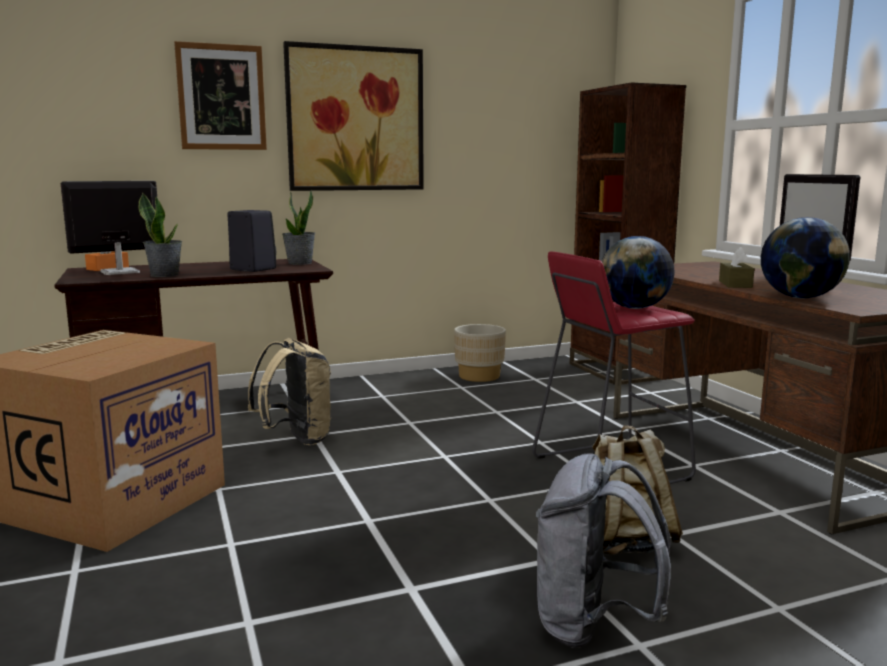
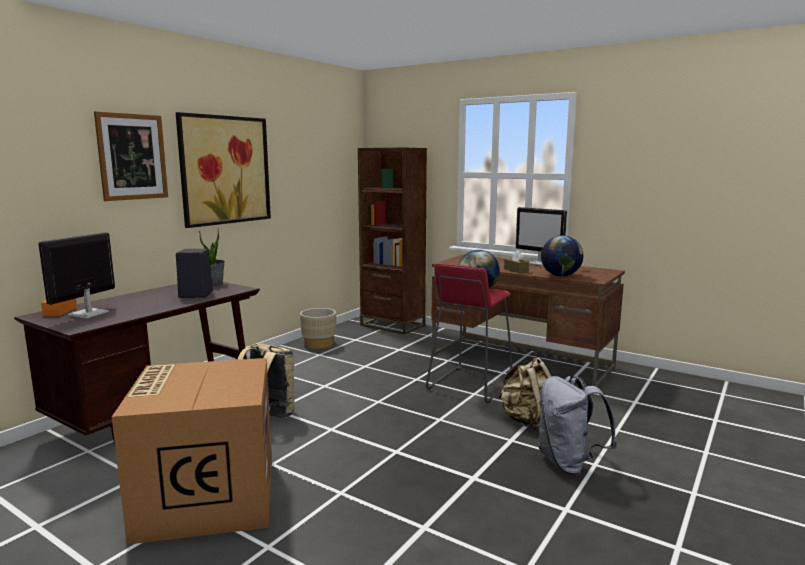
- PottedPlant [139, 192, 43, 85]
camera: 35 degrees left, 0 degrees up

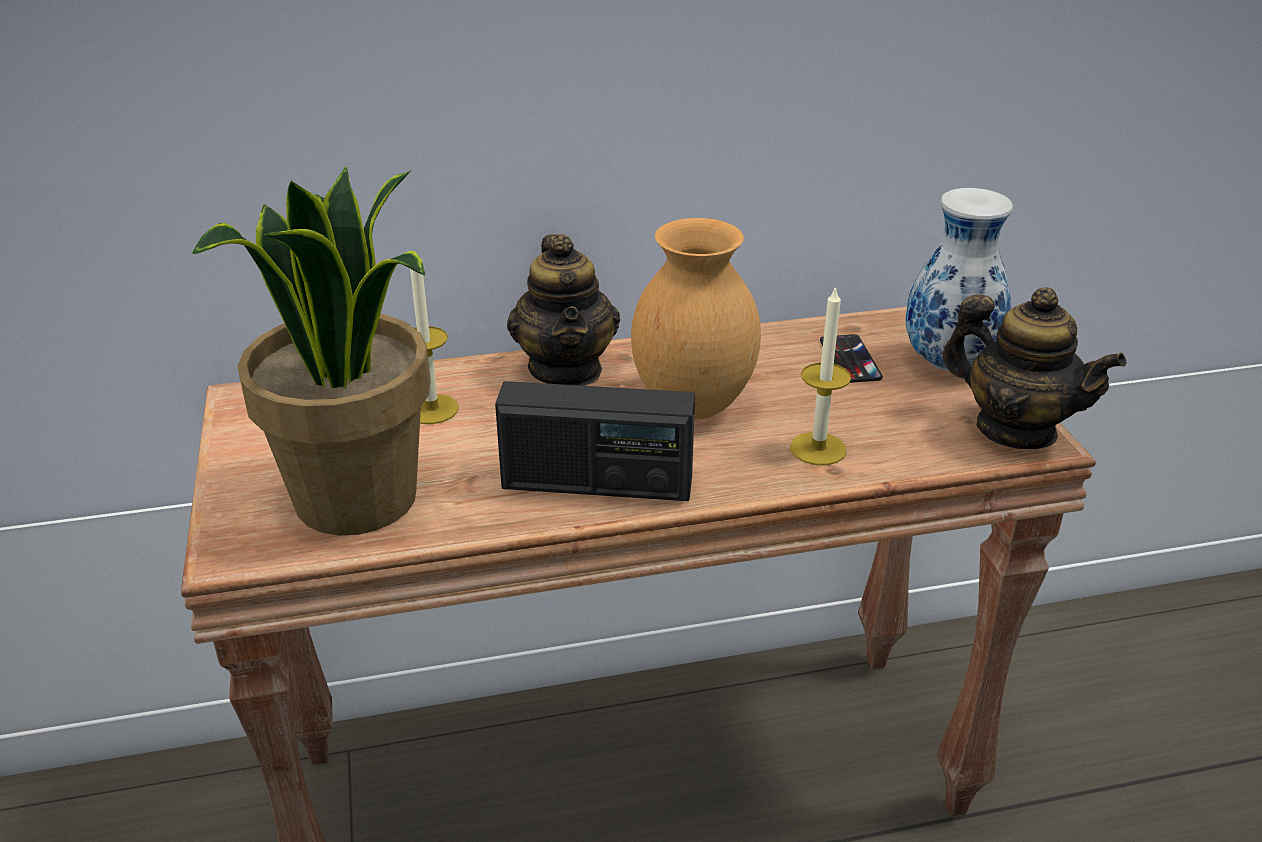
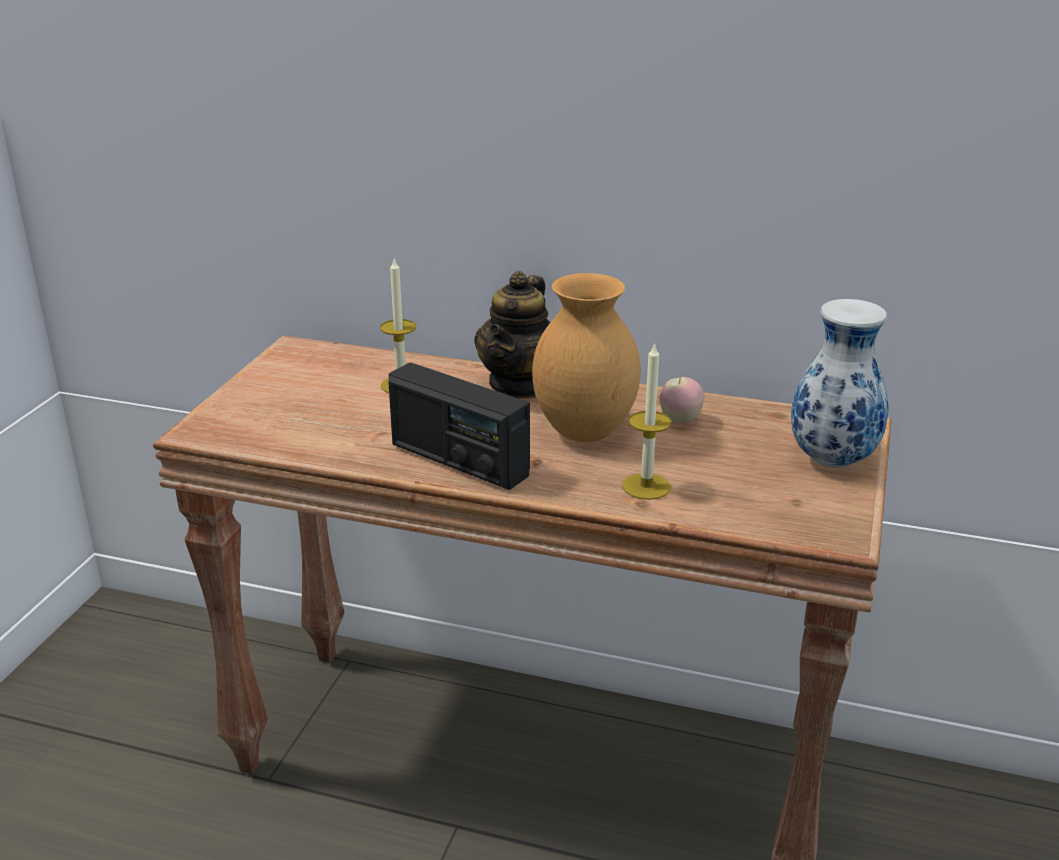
- PottedPlant [192, 167, 239, 369]
- Phone [820, 334, 63, 49]
- Teapot [942, 287, 185, 162]
+ Apple [659, 375, 45, 49]
camera: 30 degrees right, 5 degrees down

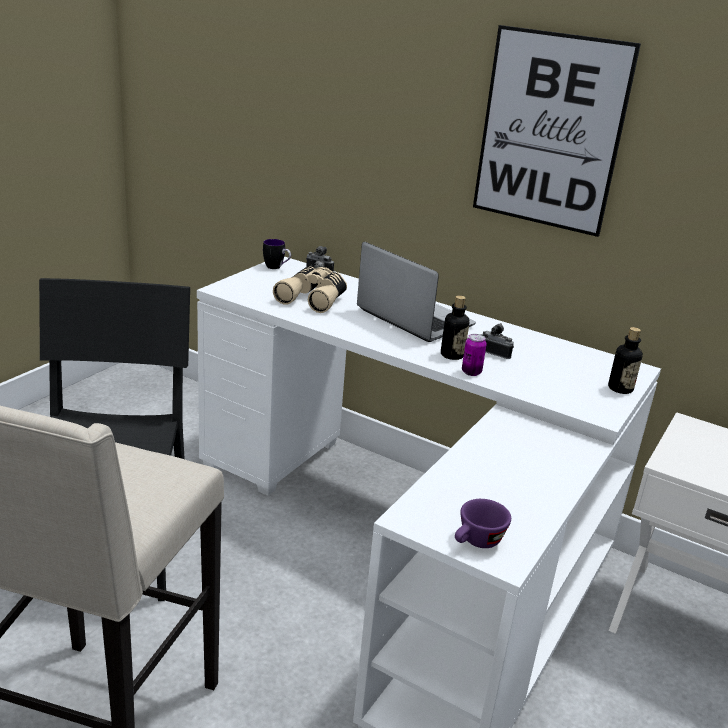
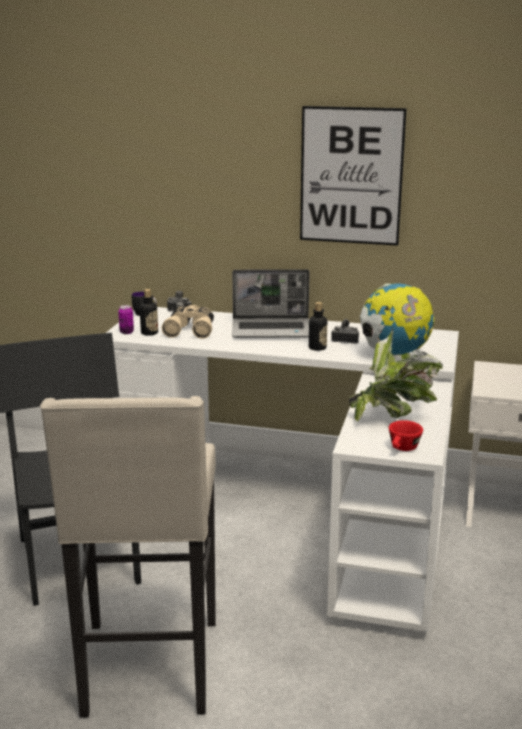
~ Laptop [357, 242, 119, 100] = [232, 269, 78, 69] 150 degrees clockwise
~ PurpleCup [455, 499, 56, 49] to RedCup [389, 420, 34, 31]
~ Can [462, 334, 25, 42] to [118, 305, 16, 29]
~ Bottle [608, 327, 35, 67] to [140, 289, 18, 46]
+ PottedPlant [349, 327, 94, 95]
+ Globe [360, 283, 74, 73]
camera: 15 degrees left, 5 degrees down

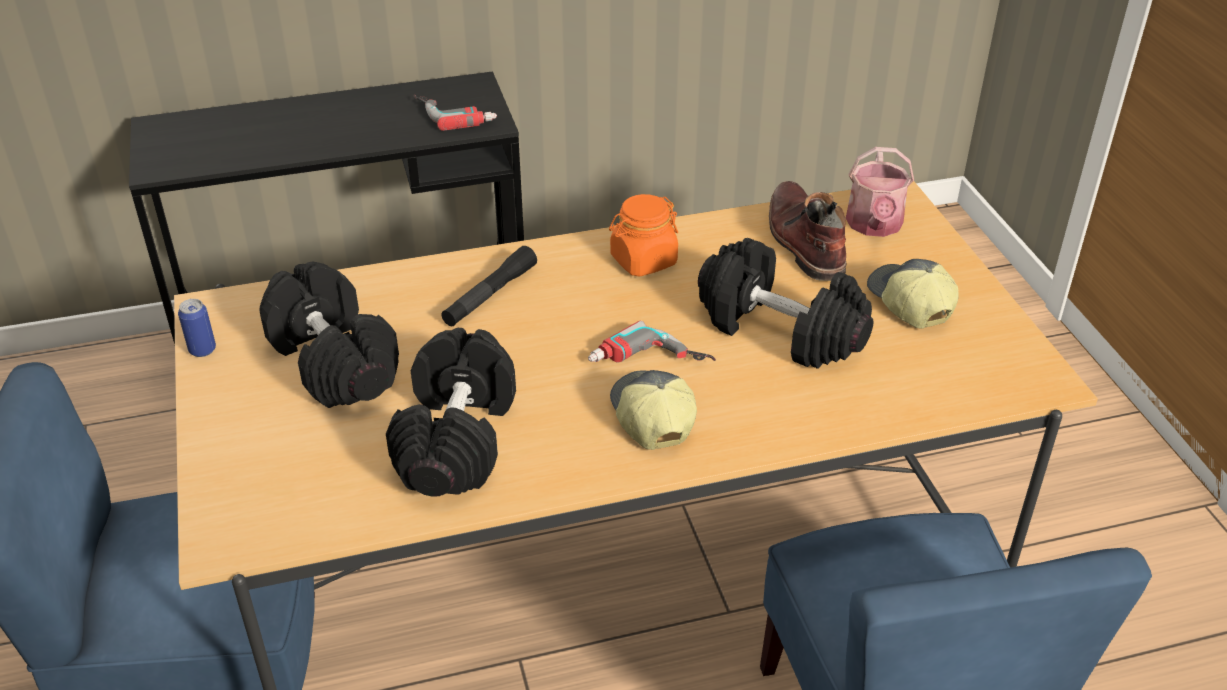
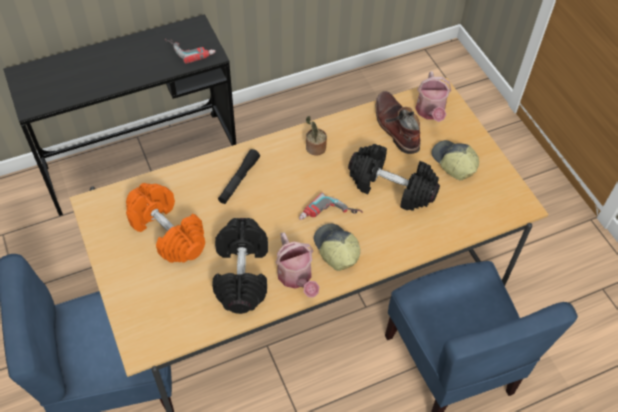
- Can [178, 299, 38, 58]
~ BlackDumbbell [259, 261, 140, 147] to OrangeDumbbell [126, 183, 79, 80]
~ OrangeJar [609, 194, 69, 83] to PottedPlant [306, 116, 21, 40]
+ WateringCan [276, 232, 44, 66]
camera: 10 degrees left, 15 degrees up

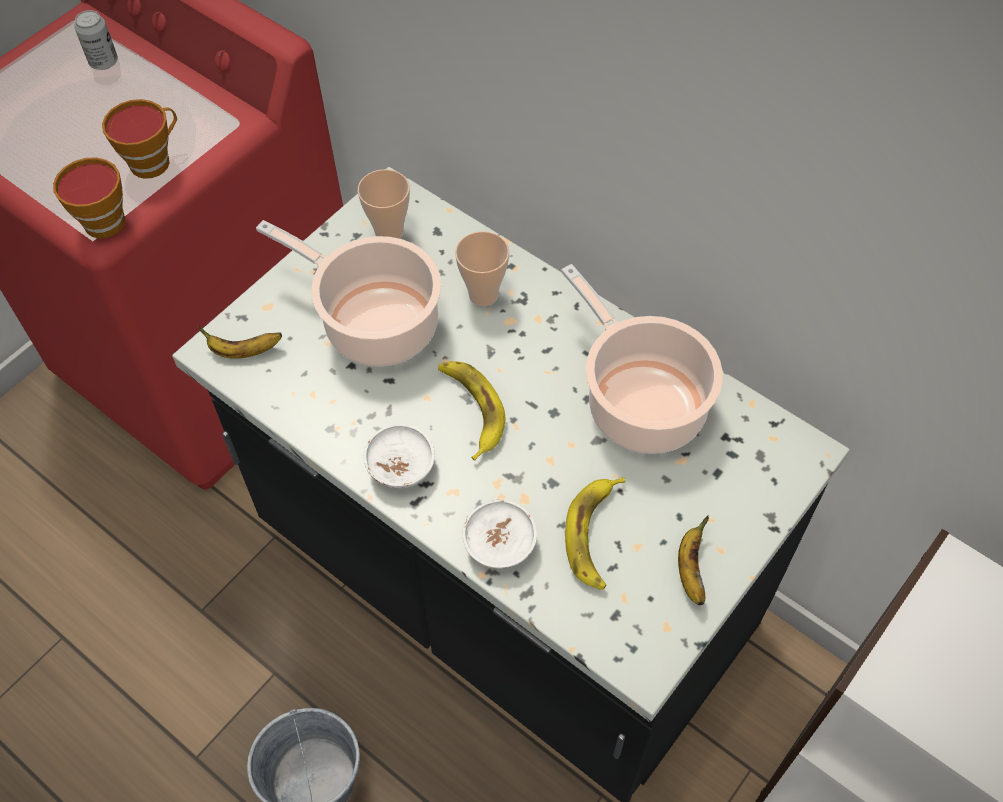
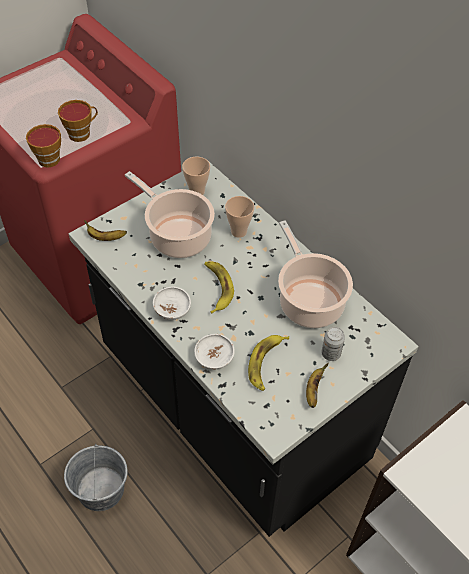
~ Can [74, 10, 44, 60] to [321, 327, 24, 34]
camera: 10 degrees right, 5 degrees down

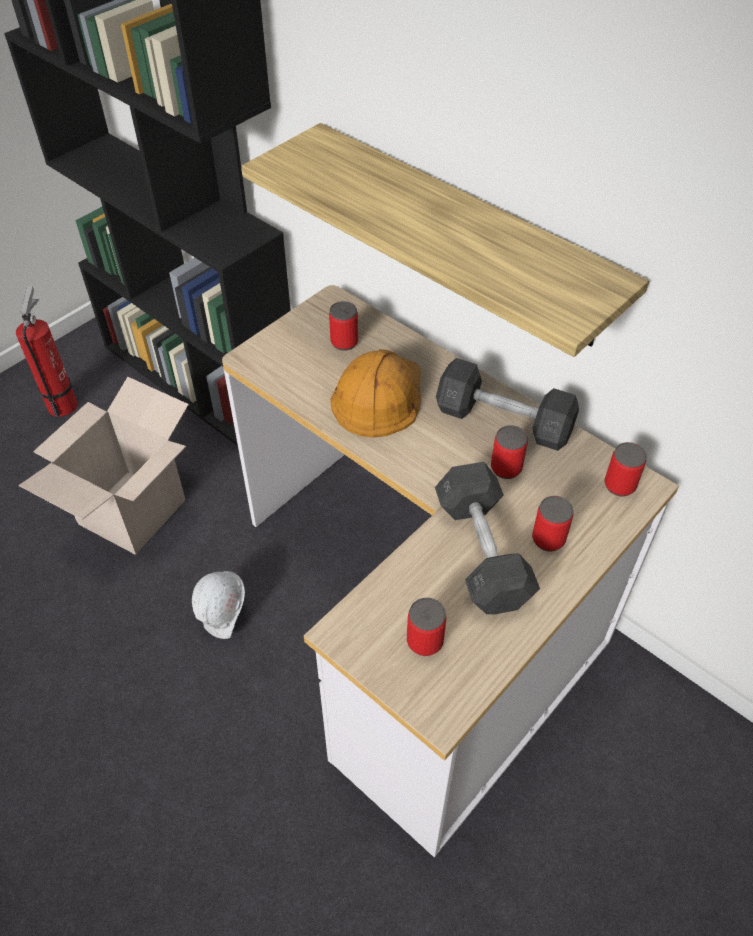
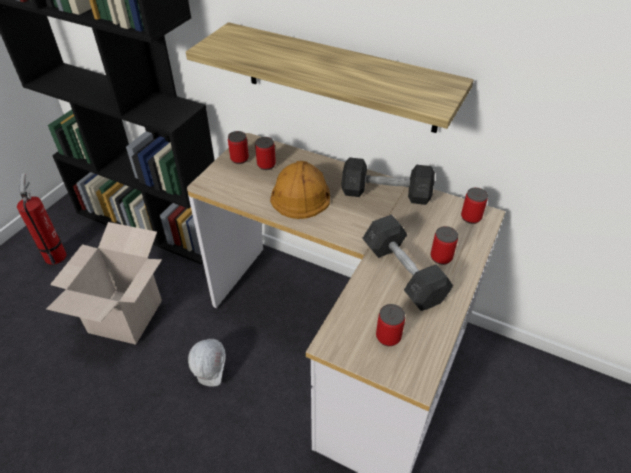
~ Can [491, 425, 37, 54] to [228, 131, 21, 33]
camera: 15 degrees left, 5 degrees down

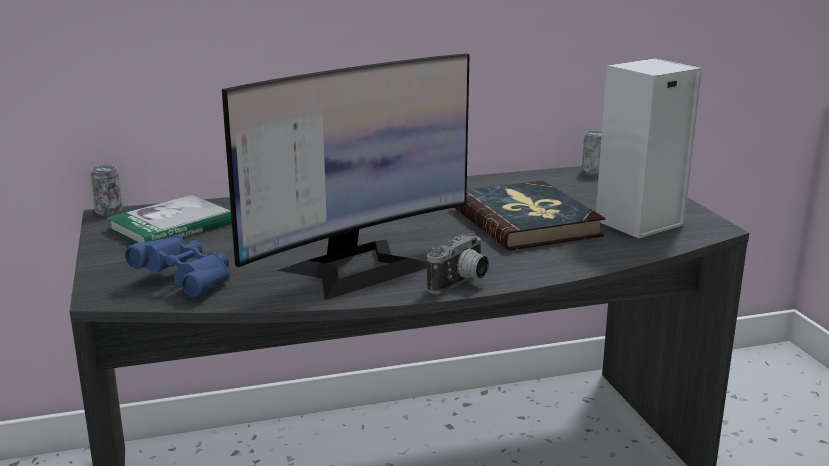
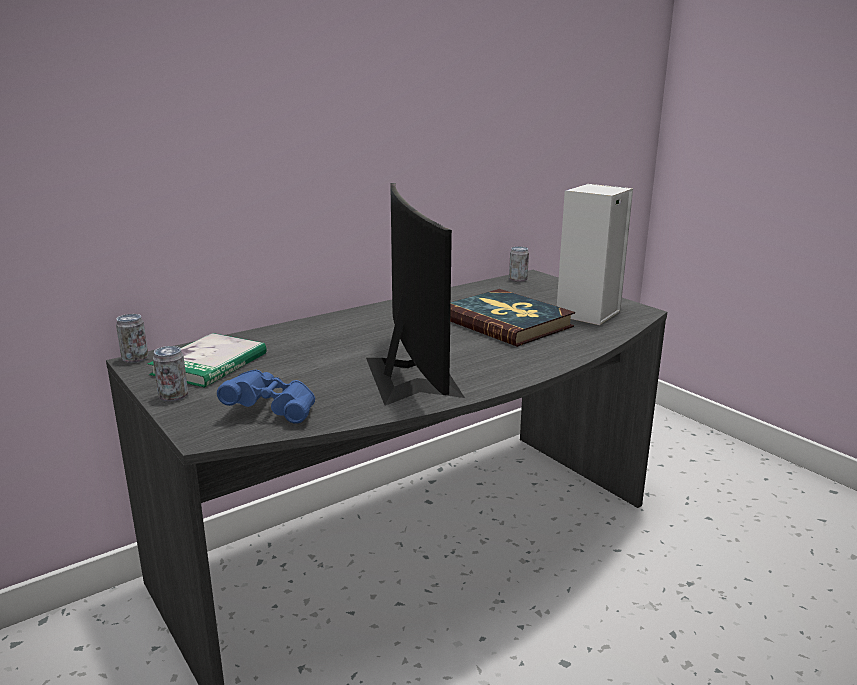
~ Monitor [222, 53, 248, 247] = [366, 183, 99, 223] 45 degrees counterclockwise
- PhotoCamera [427, 231, 62, 63]
+ Can [153, 346, 35, 56]
camera: 20 degrees left, 0 degrees up

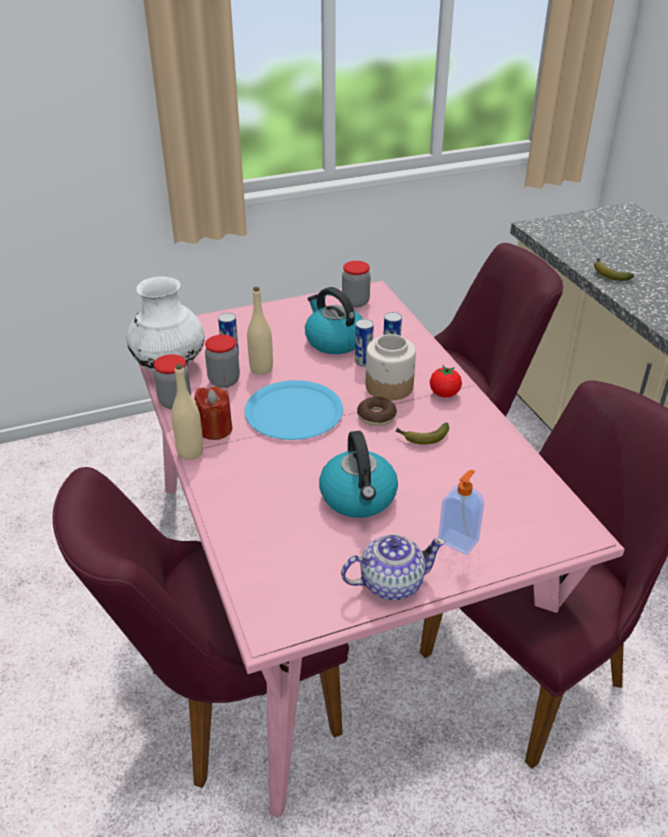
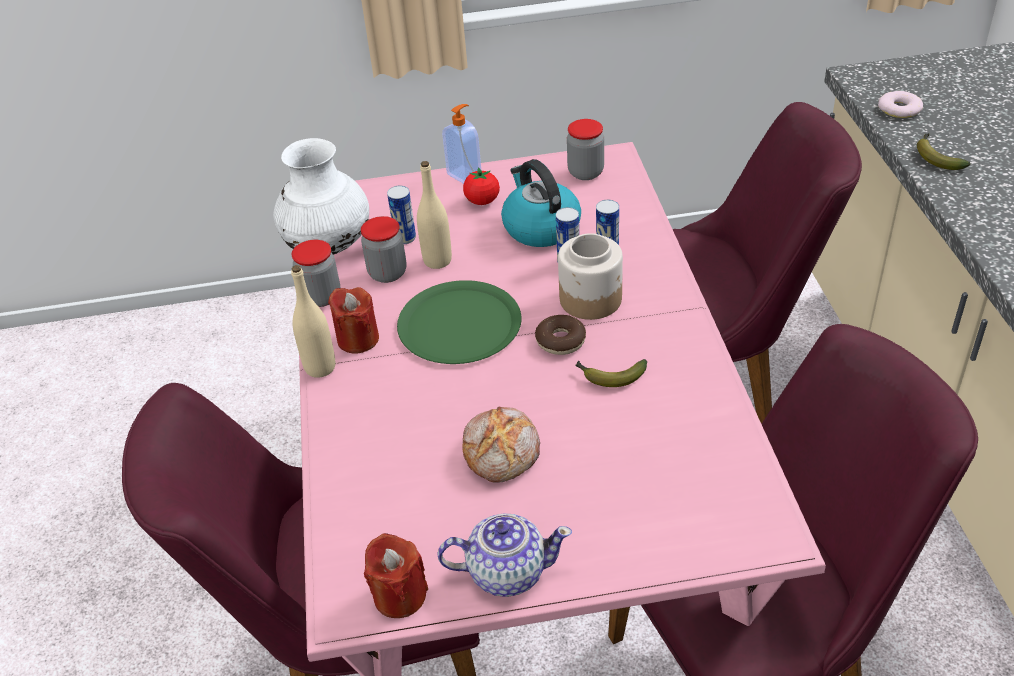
~ BluePlate [245, 380, 98, 60] to GreenPlate [397, 280, 125, 84]
~ Kettle [319, 431, 79, 87] to Bread [462, 406, 78, 77]
~ Tomato [430, 365, 32, 33] to [463, 167, 37, 38]
~ SoapDispenser [438, 470, 46, 85] to [442, 104, 40, 80]
+ RedCandle [364, 533, 64, 85]
+ Donut [878, 91, 45, 27]
camera: 15 degrees right, 5 degrees up

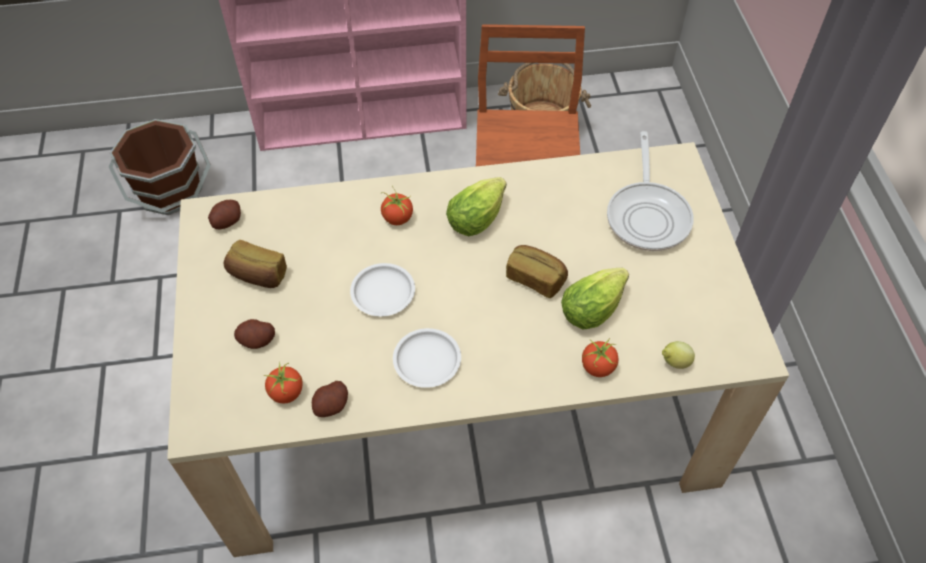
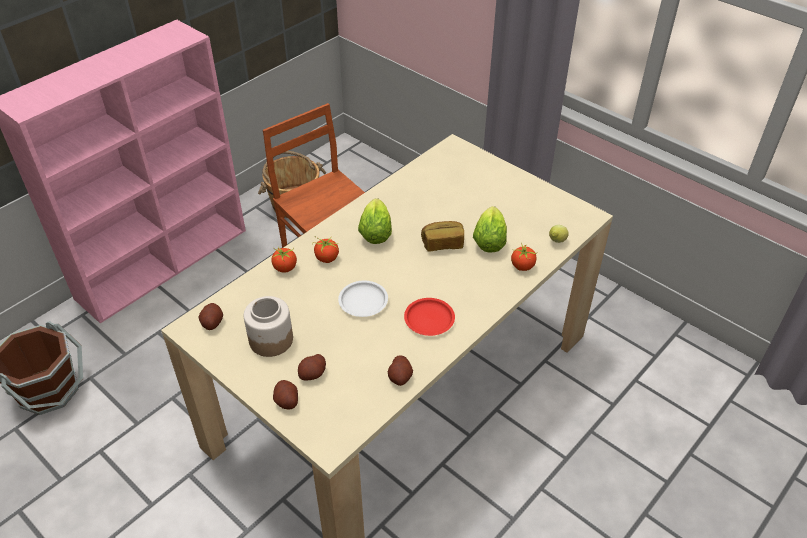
~ Bread [224, 240, 63, 48] to Jar [244, 296, 49, 61]
~ Tomato [264, 362, 39, 41] to [271, 248, 26, 25]
~ WhitePlate [393, 328, 68, 60] to RedPlate [404, 298, 51, 38]
- FryingPan [607, 131, 87, 120]
+ Potato [273, 380, 25, 30]
camera: 40 degrees left, 10 degrees down

